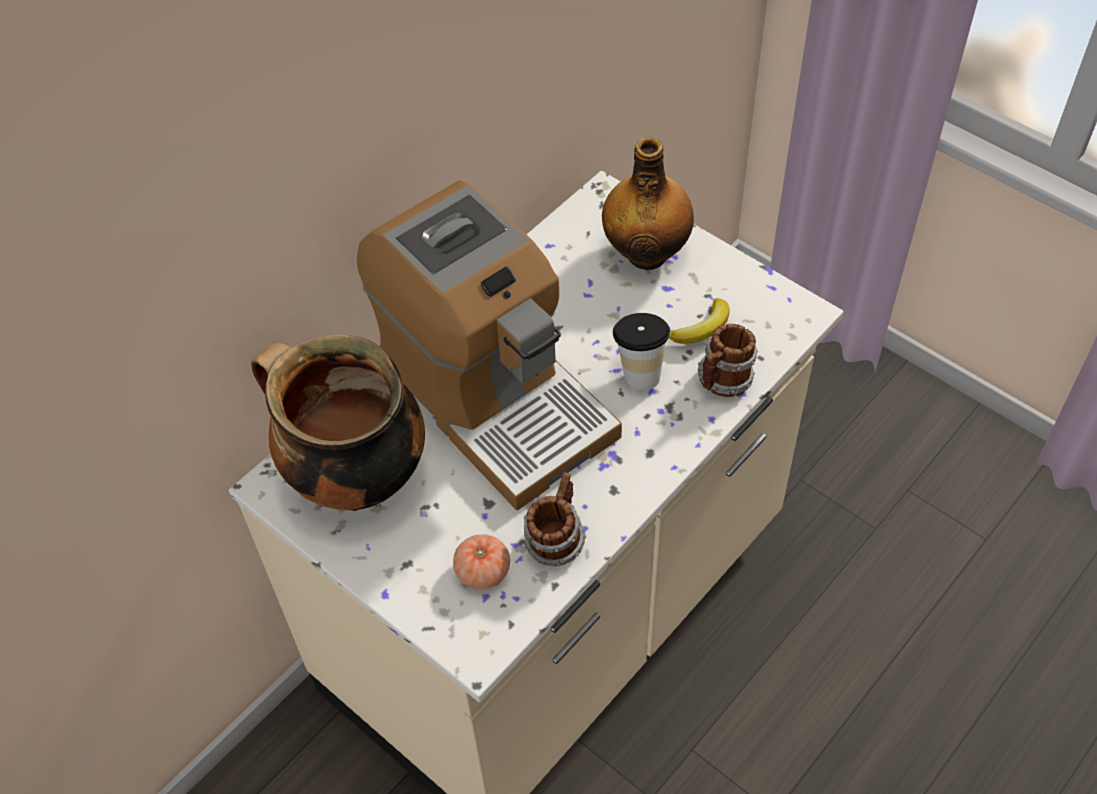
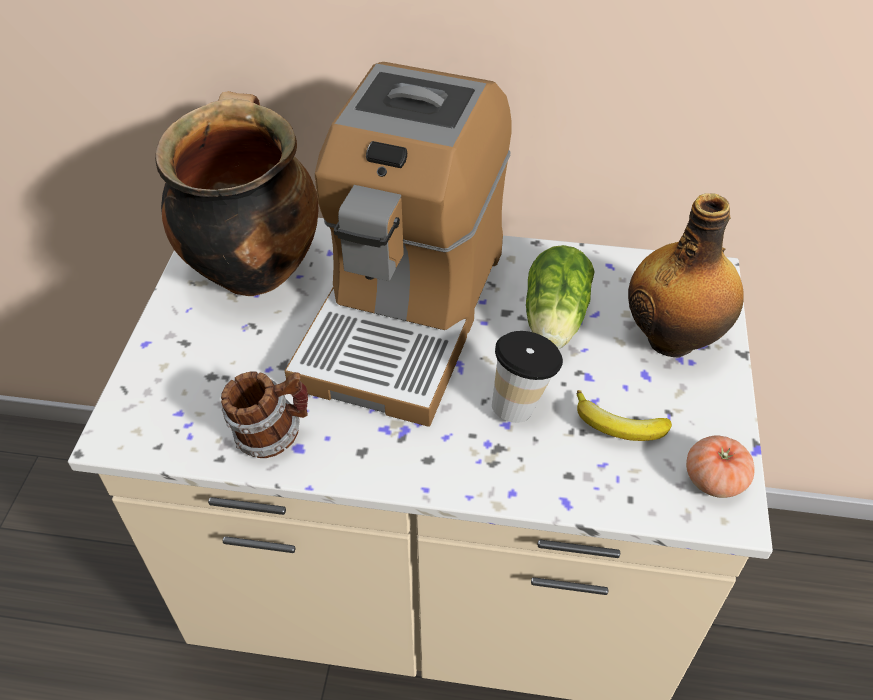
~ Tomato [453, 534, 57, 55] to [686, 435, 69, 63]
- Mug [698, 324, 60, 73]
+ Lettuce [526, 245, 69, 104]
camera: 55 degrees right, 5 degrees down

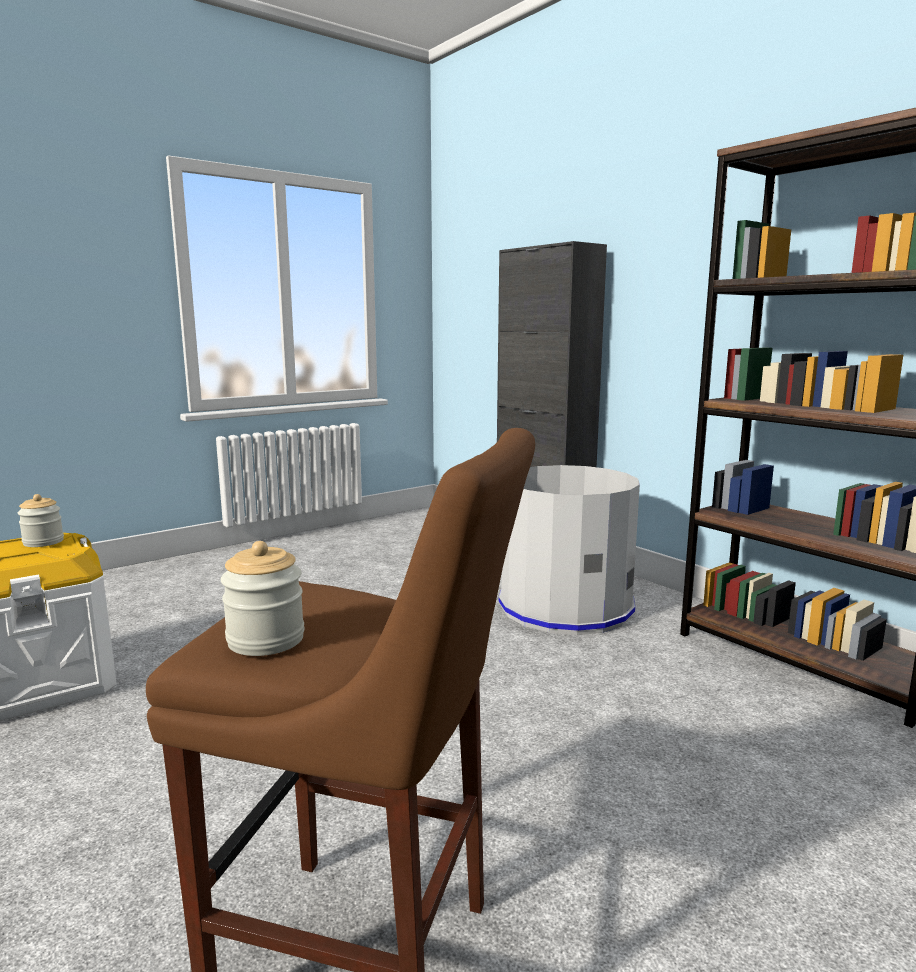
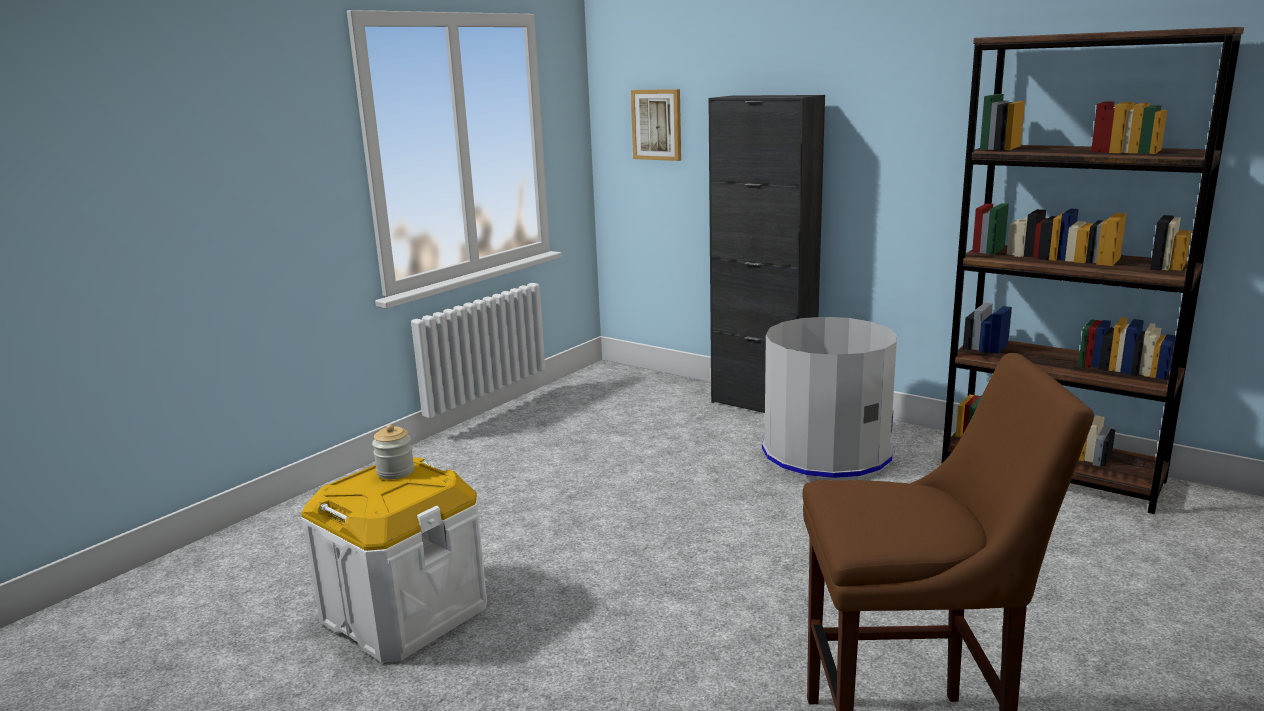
- Jar [221, 541, 83, 115]
+ Picture [631, 89, 50, 72]
camera: 15 degrees left, 5 degrees up

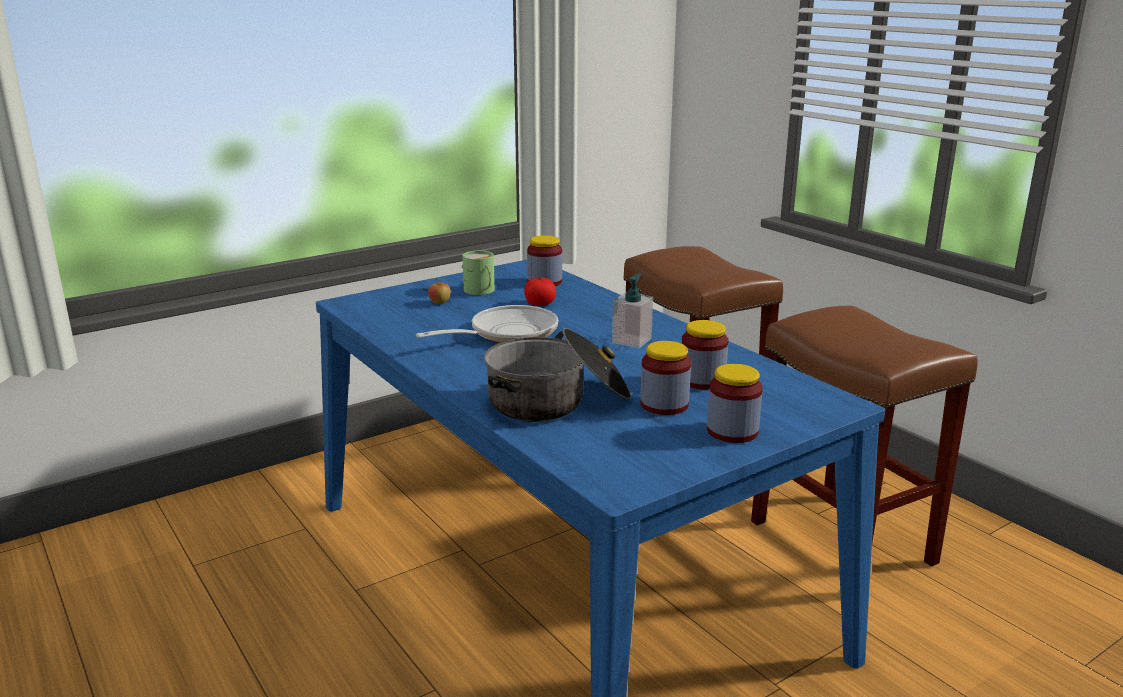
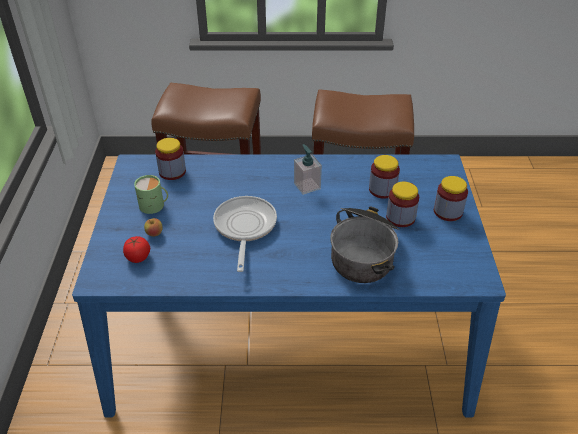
~ Tomato [524, 277, 32, 29] to [123, 236, 27, 27]
camera: 55 degrees left, 20 degrees up

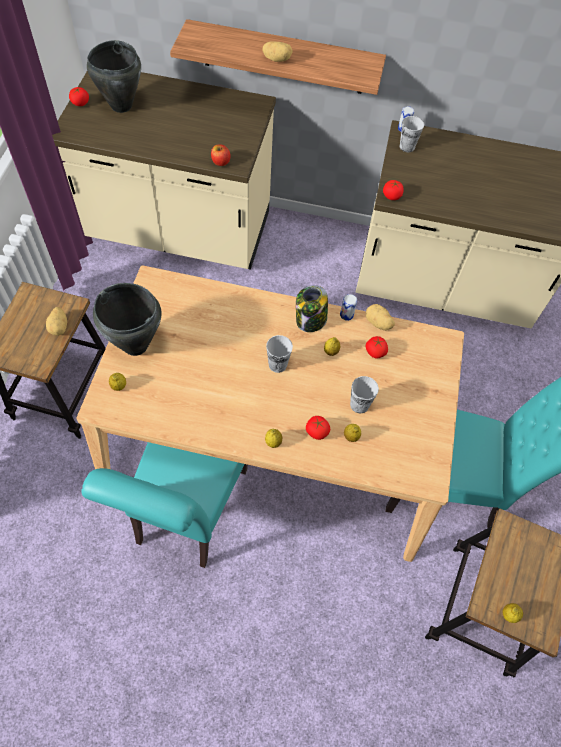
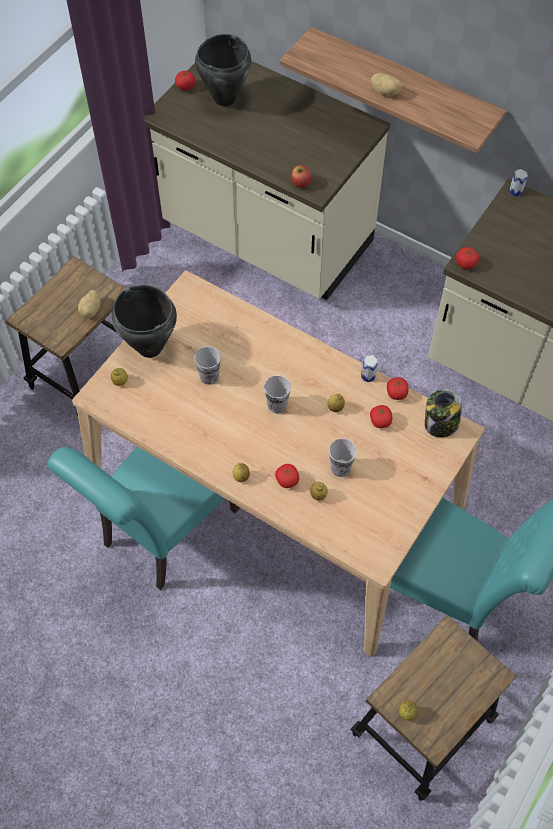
~ Jar [296, 285, 32, 47] to [425, 389, 37, 48]
~ Potato [366, 304, 29, 26] to Tomato [387, 377, 22, 23]
~ Cup [400, 116, 24, 36] to [194, 346, 27, 39]
camera: 25 degrees right, 0 degrees up

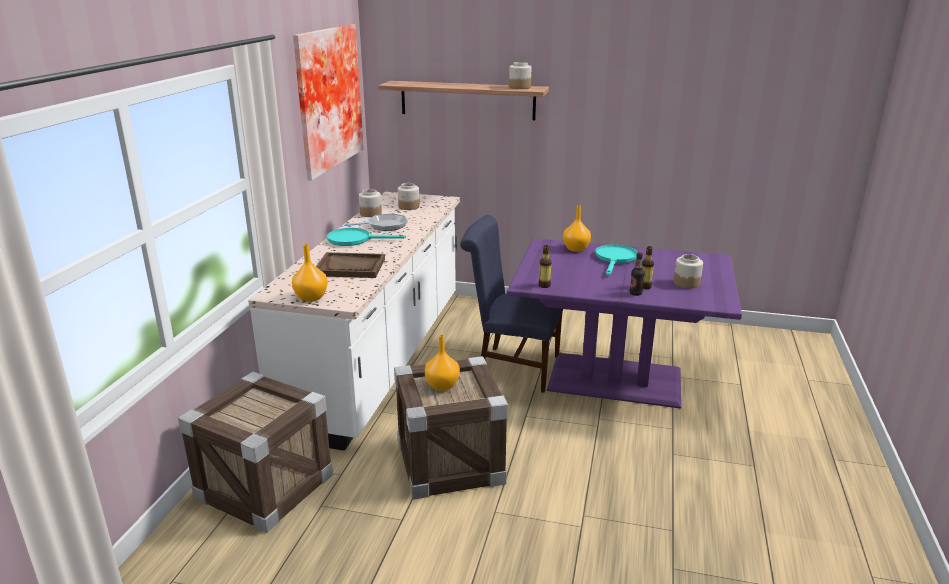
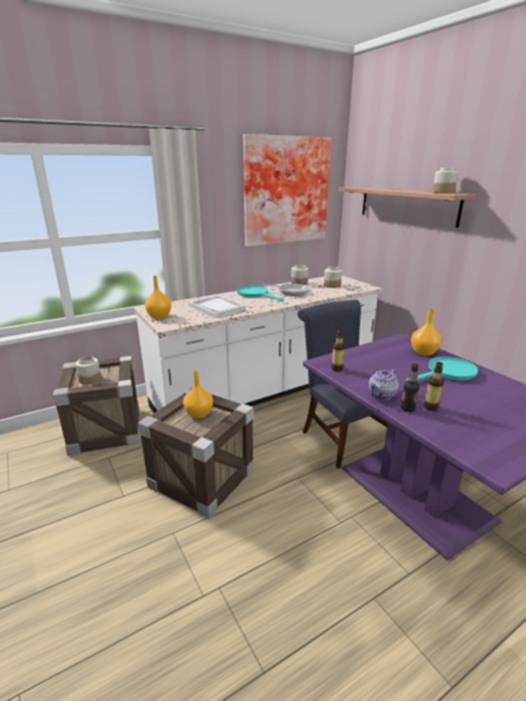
~ BrownTray [316, 252, 69, 26] to WhiteTray [189, 295, 56, 23]
~ Jar [674, 254, 29, 35] to [75, 356, 26, 28]
+ Teapot [368, 369, 31, 31]
camera: 45 degrees right, 0 degrees up

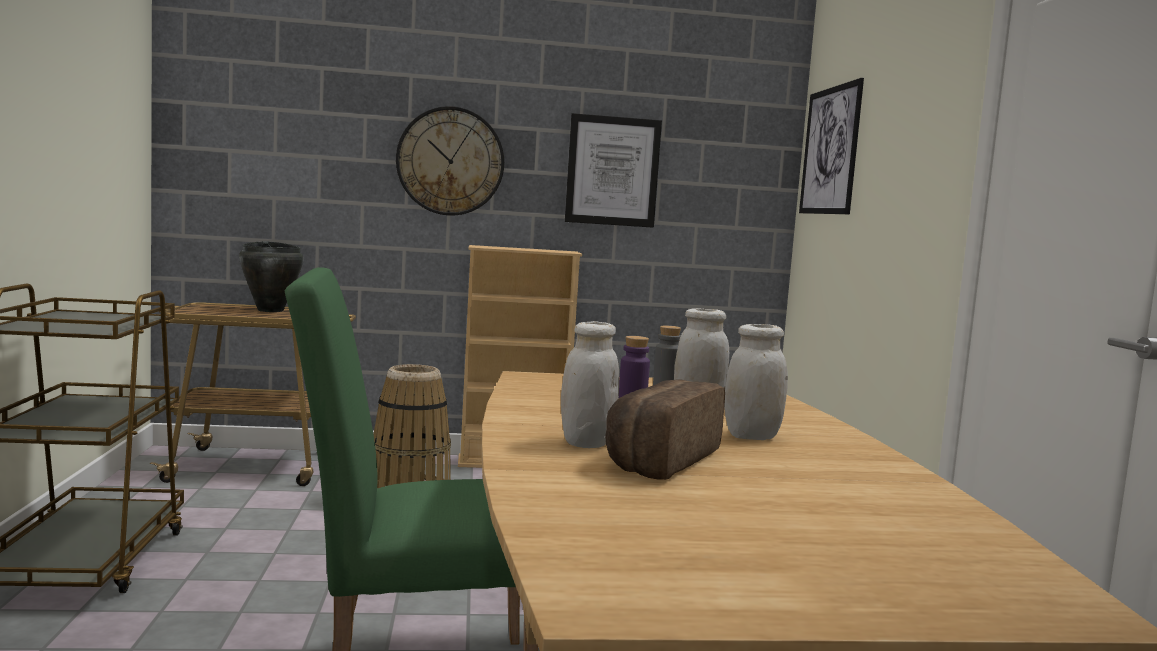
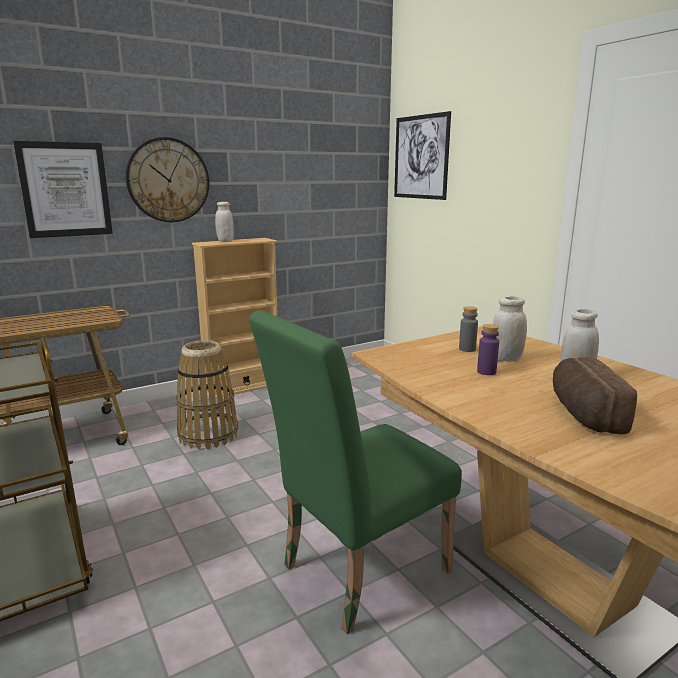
- BlackCookingPot [239, 241, 65, 71]
~ WhiteJar [561, 321, 58, 127] to [215, 202, 19, 40]
~ Picture [565, 113, 97, 115] to [13, 141, 100, 97]
camera: 25 degrees left, 10 degrees up

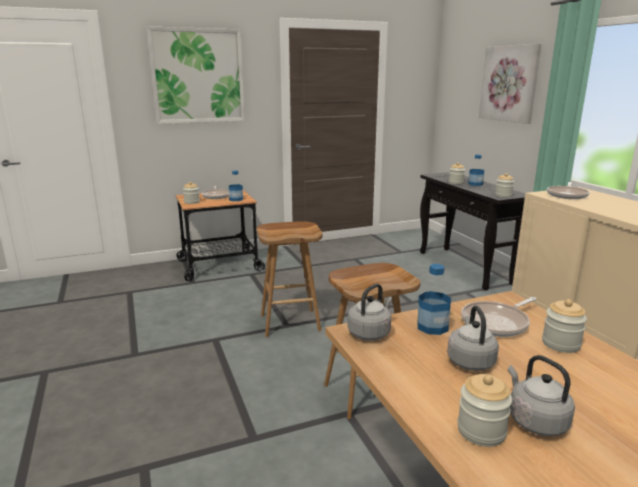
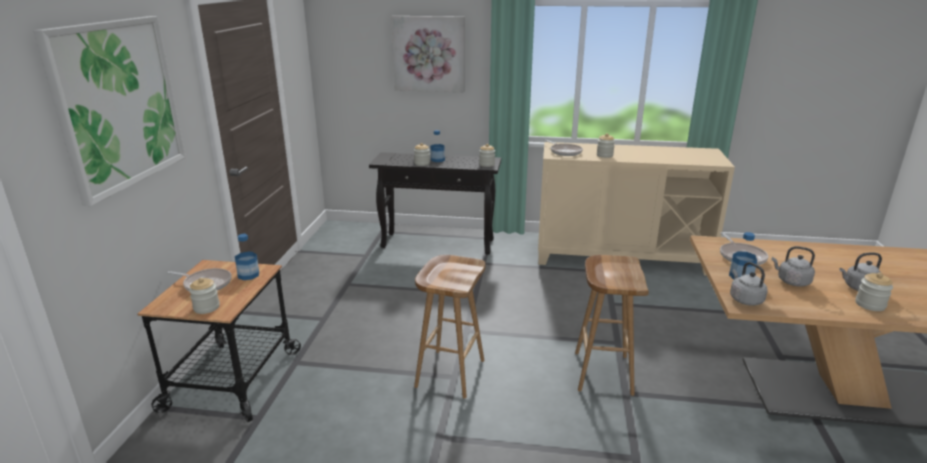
~ Jar [542, 299, 45, 54] to [597, 133, 18, 25]
camera: 60 degrees left, 5 degrees up

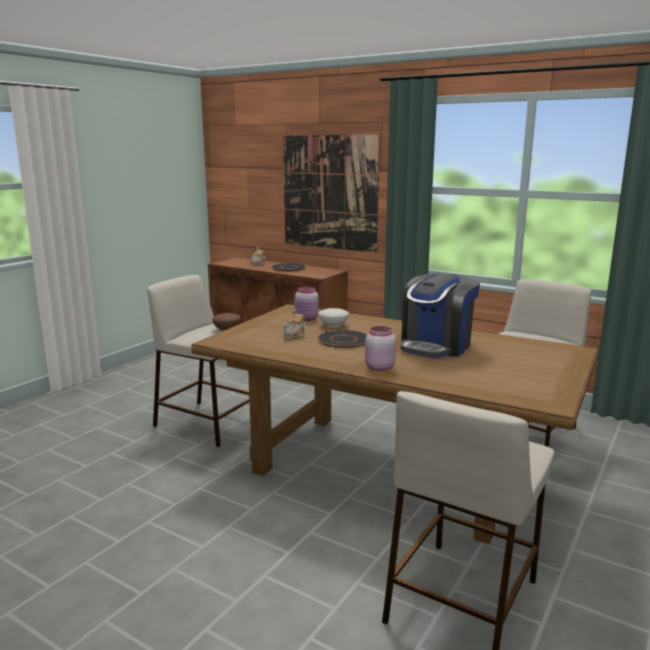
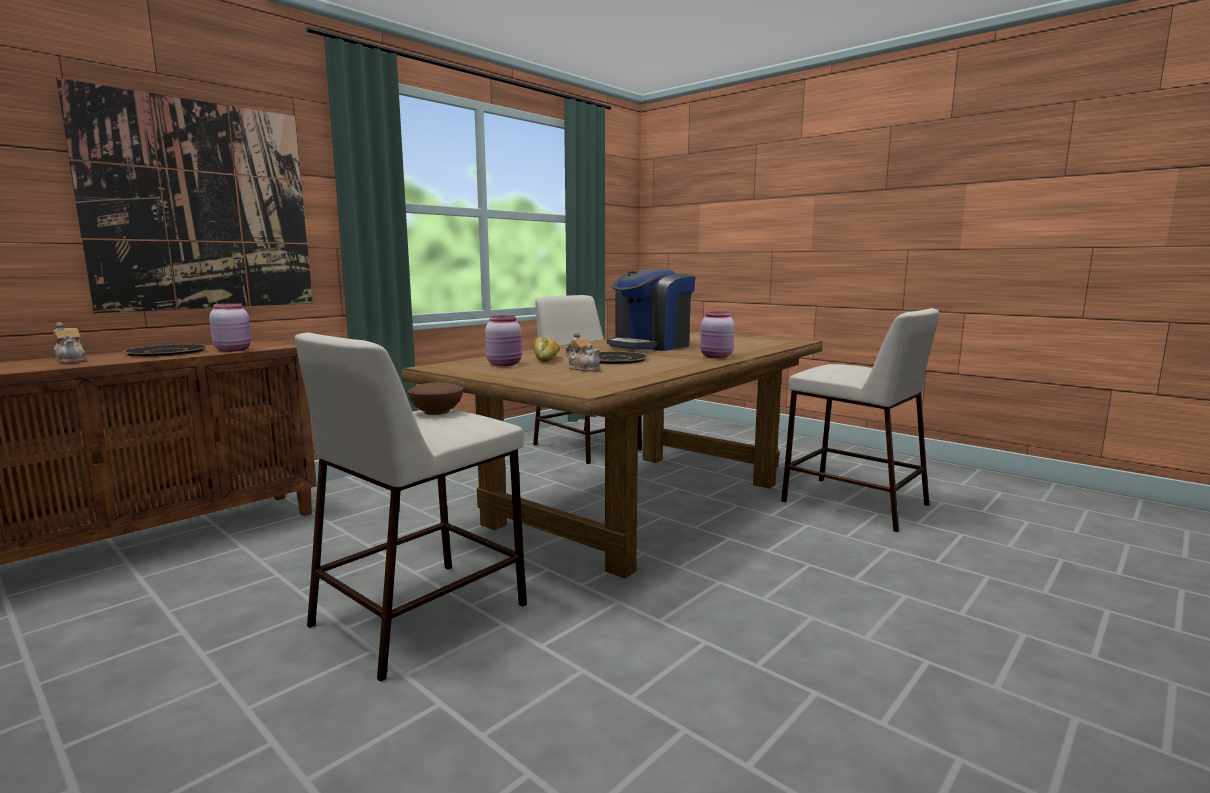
~ WhiteBowl [319, 308, 30, 19] to Bread [533, 337, 27, 26]
~ CoffeeMachine [400, 273, 80, 85] = [606, 268, 89, 83] 90 degrees clockwise
+ PinkJar [209, 303, 42, 49]
camera: 80 degrees left, 5 degrees down

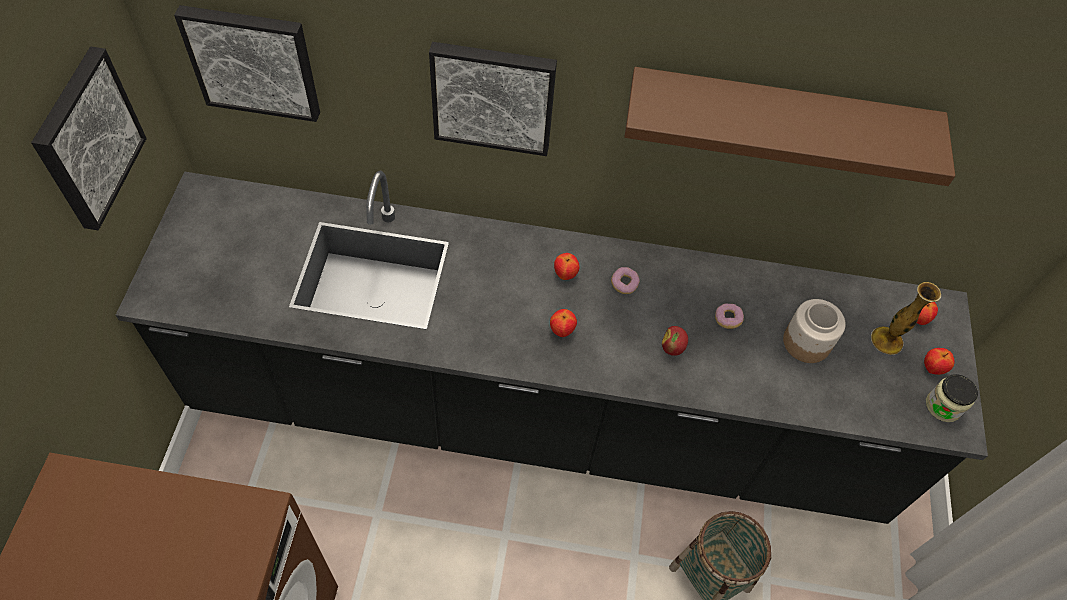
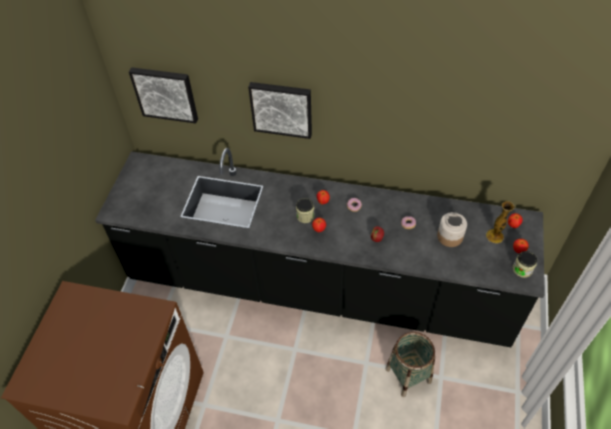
- Picture [31, 47, 115, 183]
- BrownShelf [624, 67, 331, 119]
+ Jar [296, 198, 19, 25]
camera: 10 degrees right, 5 degrees down

